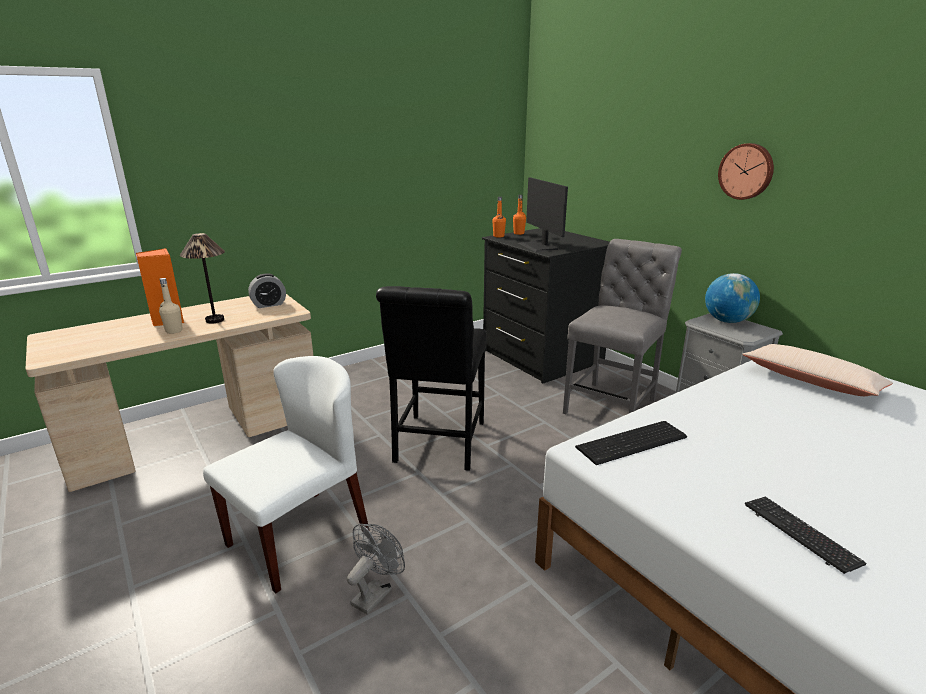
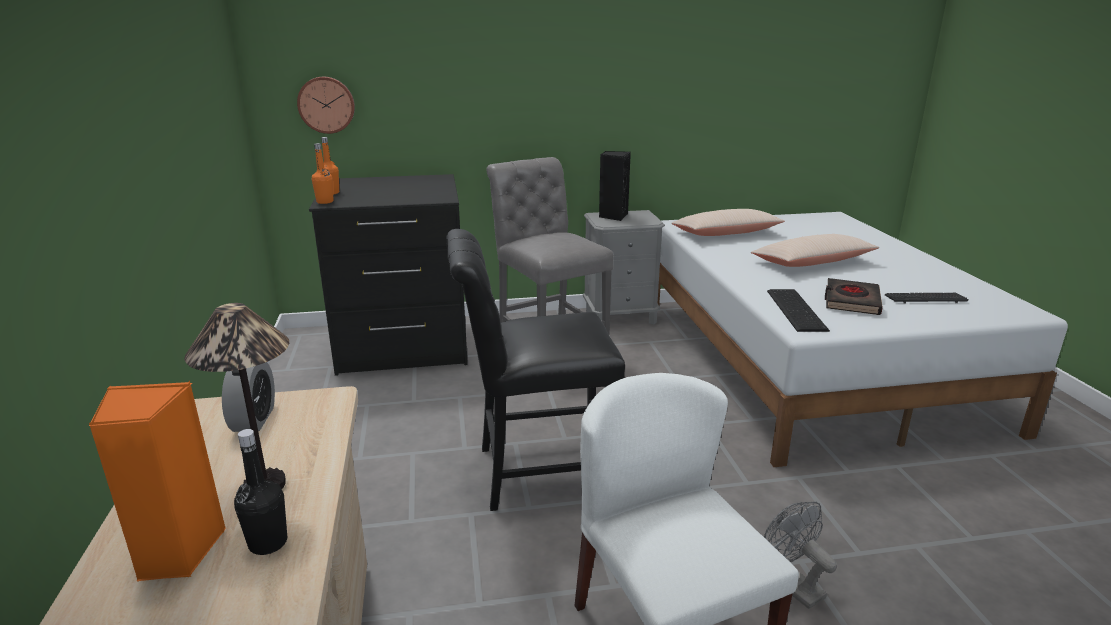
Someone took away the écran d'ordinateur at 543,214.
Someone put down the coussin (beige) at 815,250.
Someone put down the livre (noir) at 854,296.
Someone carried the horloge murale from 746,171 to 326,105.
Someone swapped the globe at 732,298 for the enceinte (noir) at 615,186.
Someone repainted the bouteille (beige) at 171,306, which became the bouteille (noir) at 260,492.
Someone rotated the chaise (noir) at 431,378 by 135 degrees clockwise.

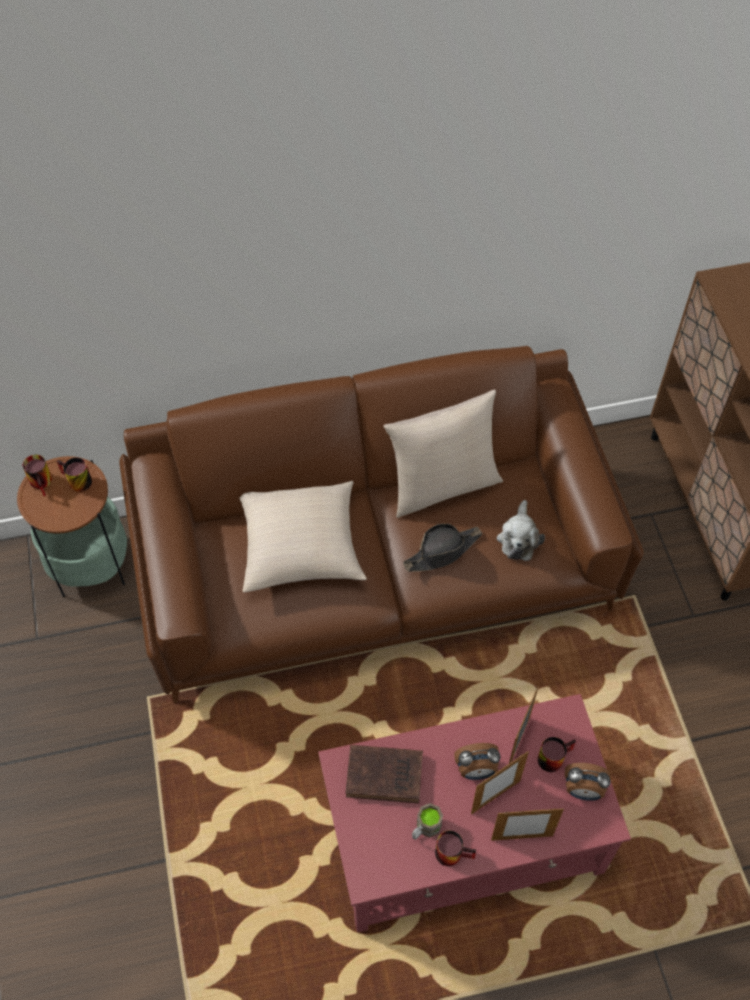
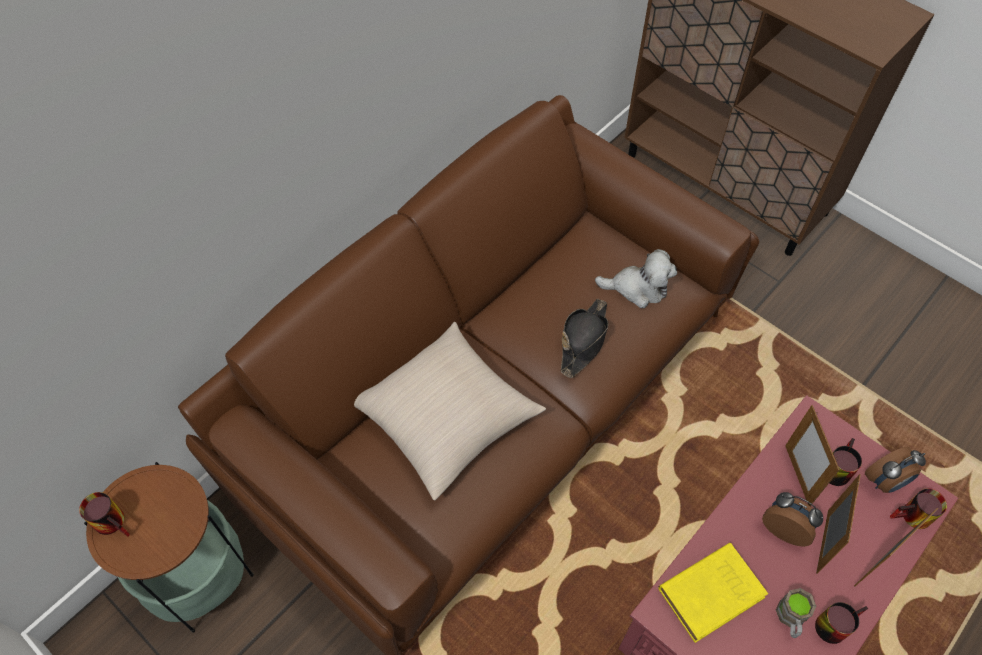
Someone took away the coussin (beige) at 443,454.
Someone carried the mug from 74,474 to 918,508.
Someone repainted the livre (marron) at 384,774, which became the livre (jaune) at 713,593.
Someone rotated the réveil at 477,761 by 105 degrees counterclockwise.
Someone rotated the peluche at 521,530 by 60 degrees counterclockwise.

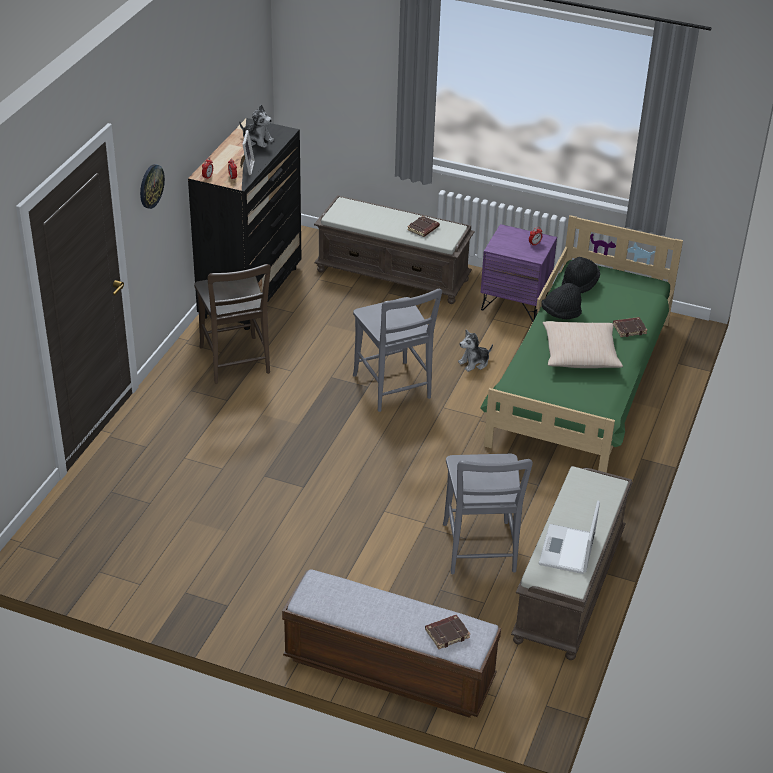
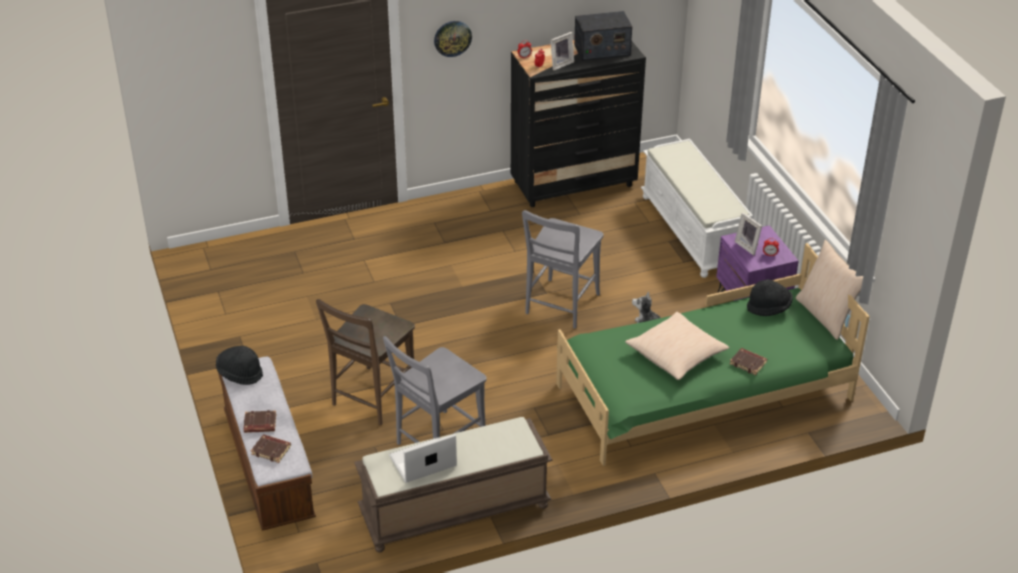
Someone put down the cadre photo at 748,234.
Someone put down the coussin (beige) at 829,290.
Someone carried the chaise (marron) from 232,323 to 365,362.
Someone carried the livre (marron) from 423,226 to 260,421.
Someone carried the chapeau (noir) from 561,301 to 239,365.
Someone swapped the peluche at 256,126 for the radio at 603,36.
Someone repainted the banc (marron) at 394,249, which became the banc (blanc) at 697,208.

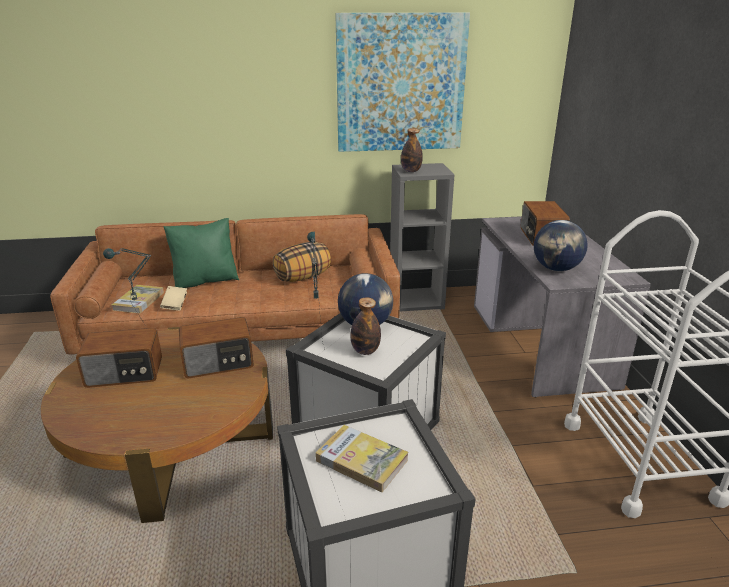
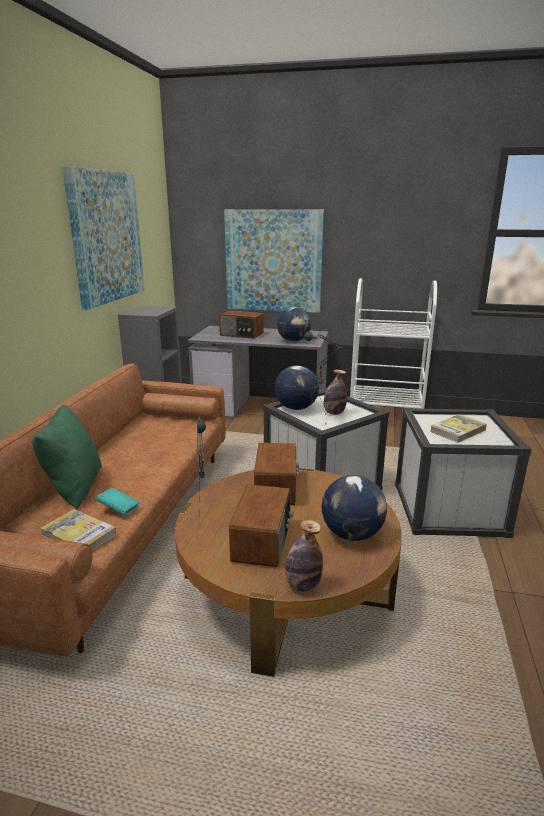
Someone took away the coussin at 302,262.
Someone put up the tableau at 274,261.
Someone put down the globe at 354,508.
Someone carried the bouteille from 412,150 to 304,556.
Someone repainted the livre (beige) at 173,298, which became the livre (turquoise) at 117,501.

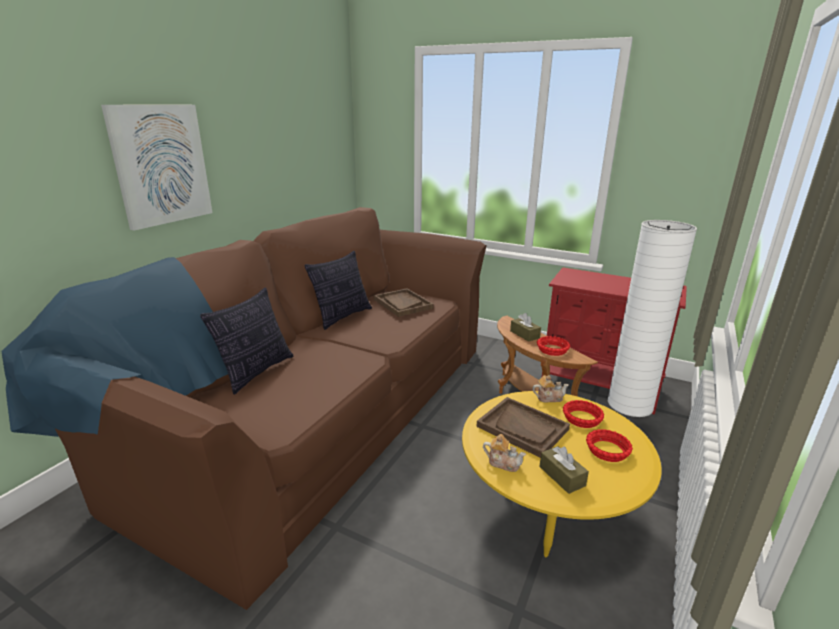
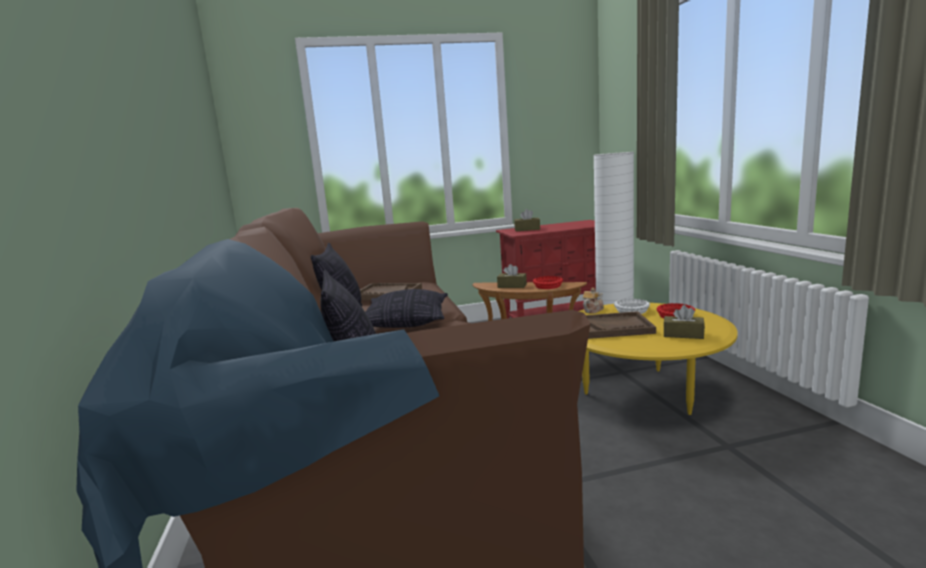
Someone took away the tableau at 157,168.
Someone took away the théière at 504,453.
Someone put down the coussin at 406,308.
Someone put down the boîte à mouchoirs (marron) at 527,220.
Someone repainted the bol (rouge) at 583,414, which became the bol (blanc) at 632,306.

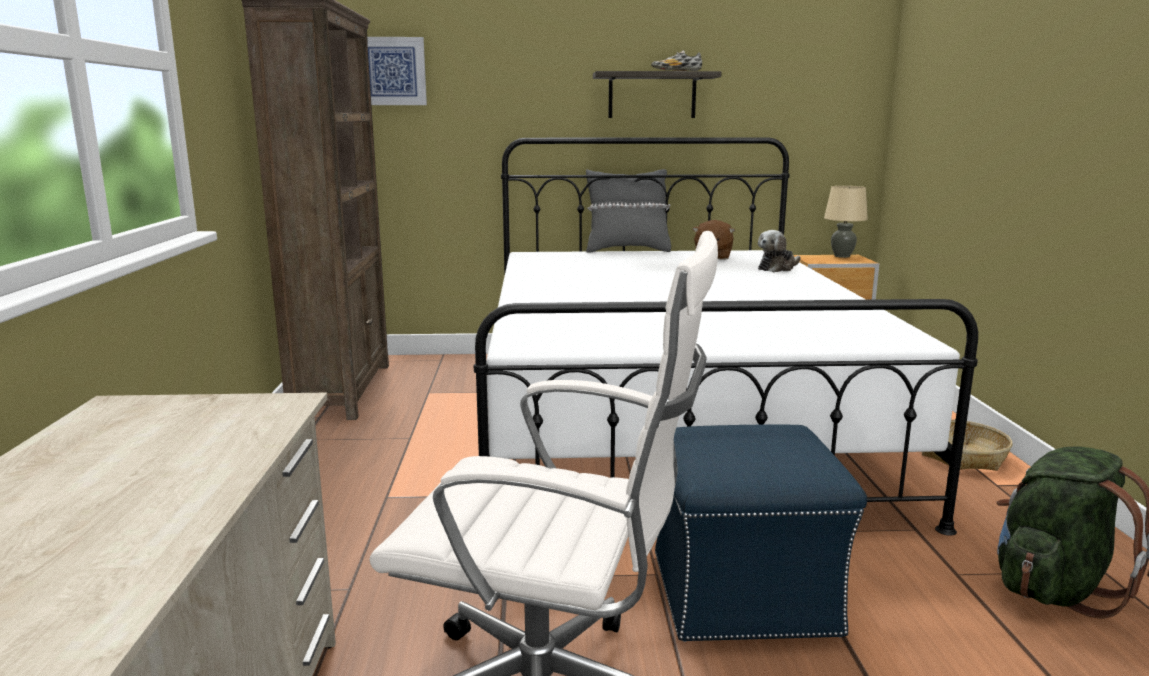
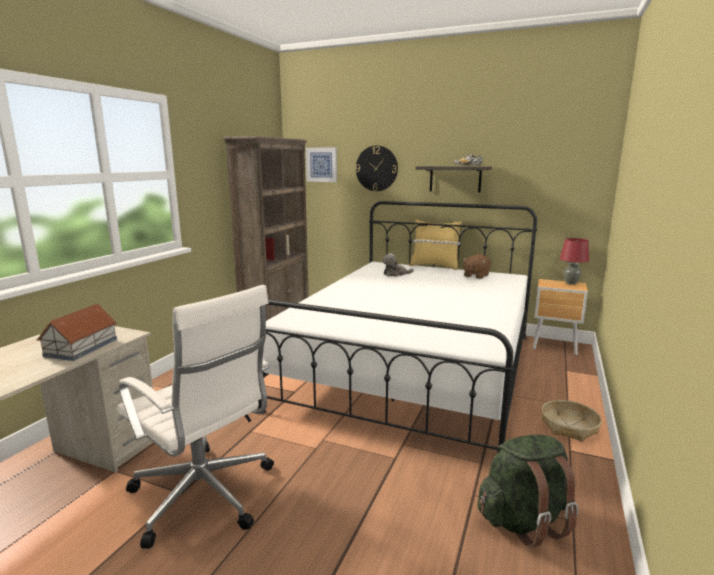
Someone took away the pouf (bleu) at 761,533.
Someone put down the maison miniature at 76,332.
Someone put up the horloge murale at 376,168.
Someone carried the peluche from 779,251 to 398,265.
Someone repainted the coussin (gris) at 628,210, which became the coussin (jaune) at 435,244.
Someone repainted the lampe de table (beige) at 846,222, which became the lampe de table (rouge) at 574,261.

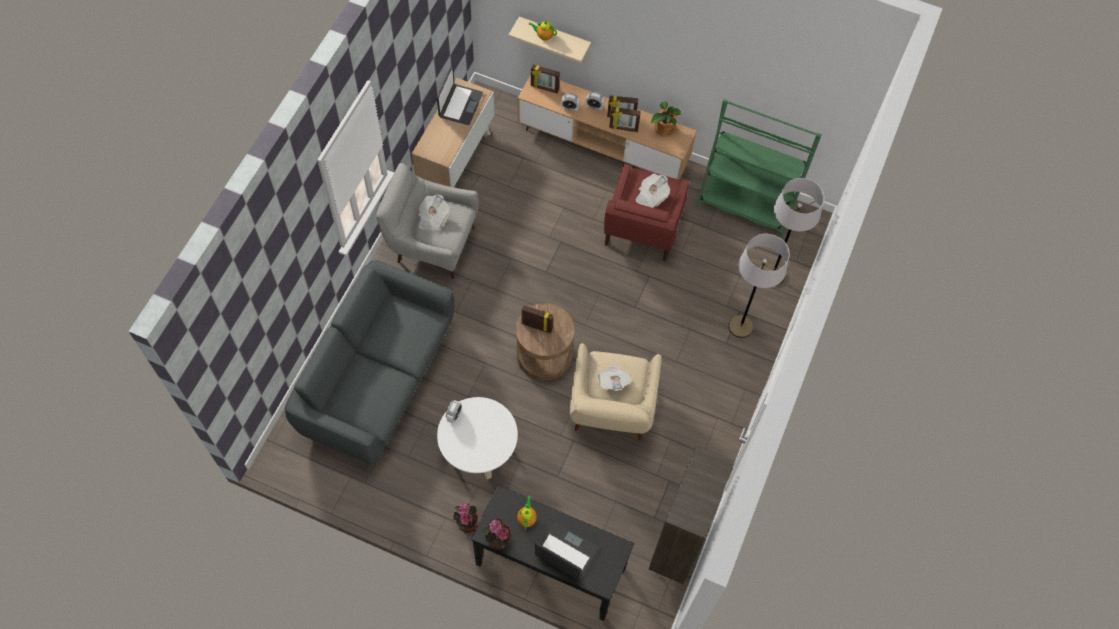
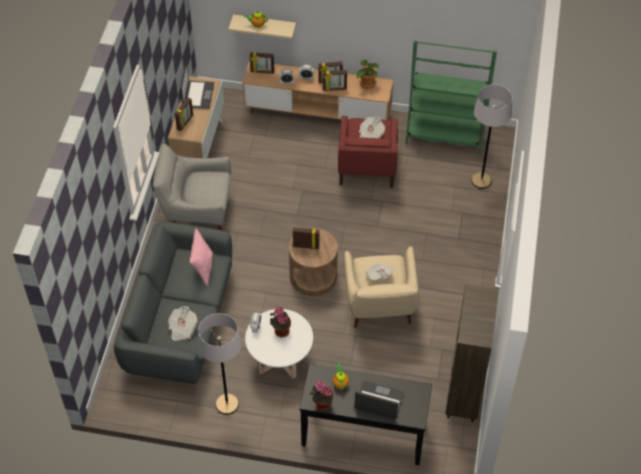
Someone put down the cadre photo at 184,114.
Someone put down the coussin (rose) at 201,257.
Someone carried the journal from 434,213 to 182,323.
Someone carried the plante en pot from 465,518 to 280,322.
Someone carried the lampadaire (gris) from 759,286 to 220,364.

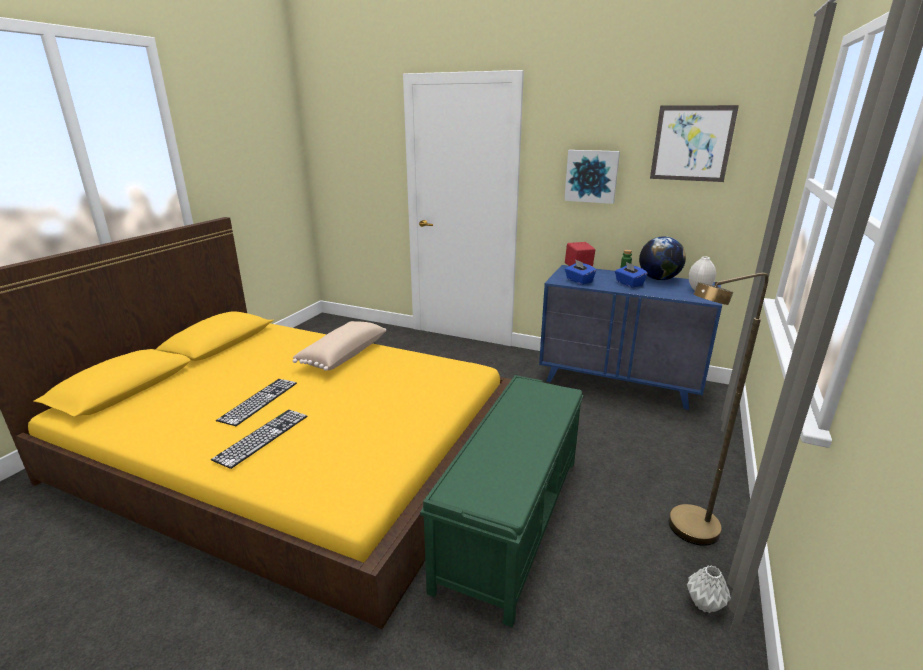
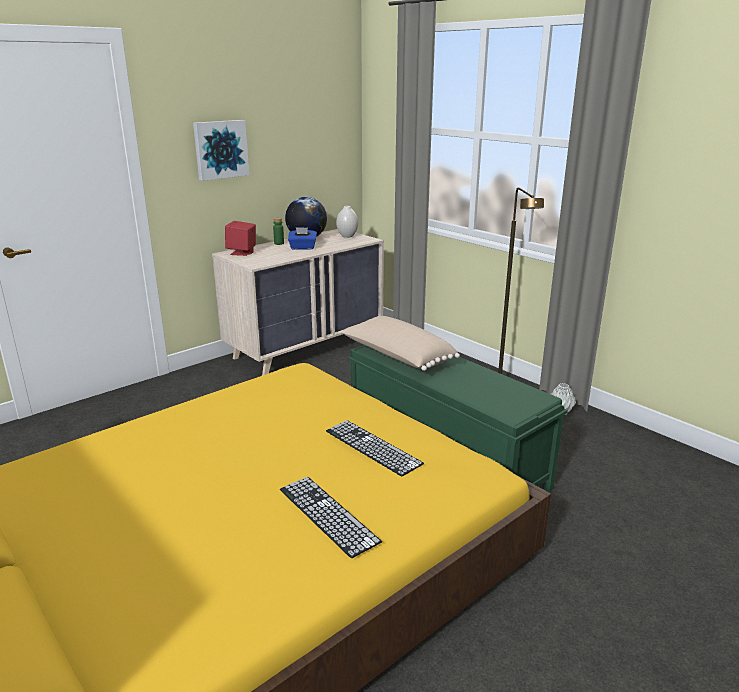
Someone took away the boîte à mouchoirs (bleu) at 580,272.
Someone took away the tableau at 694,143.
Someone carried the clavier from 256,402 to 375,448.
Someone carried the coussin (beige) from 339,346 to 400,343.
Someone repainted the commode (bleu) at 630,337, which became the commode (beige) at 298,302.

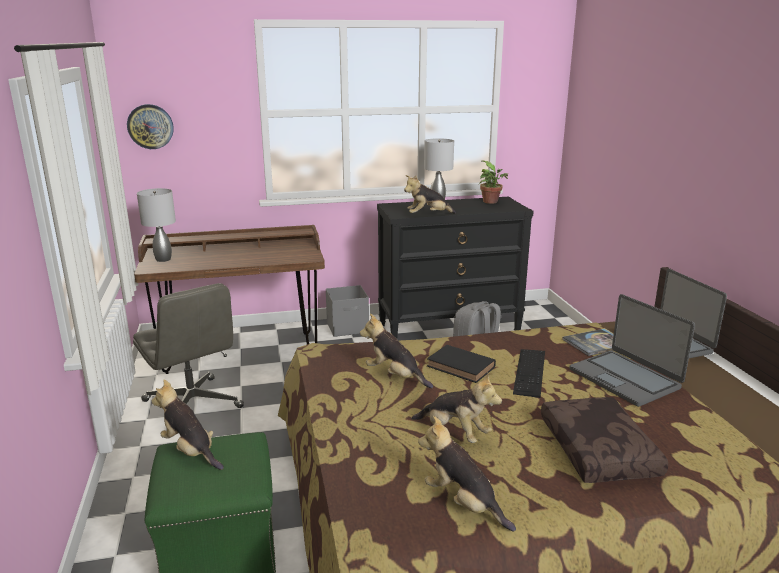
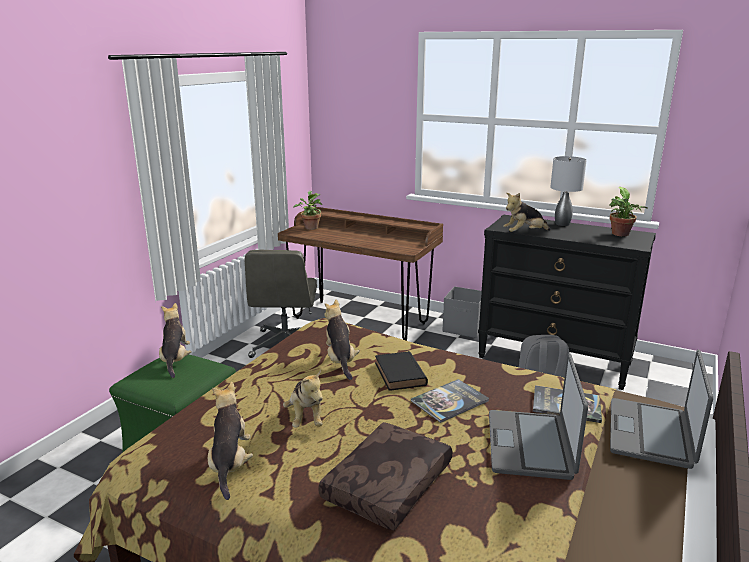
Someone took away the horloge murale at 150,126.
Someone swapped the lampe de table (gris) at 156,225 for the plante en pot at 307,210.
Someone swapped the clavier at 529,373 for the livre at 450,401.
Someone rotated the peluche at 430,194 by 45 degrees counterclockwise.

